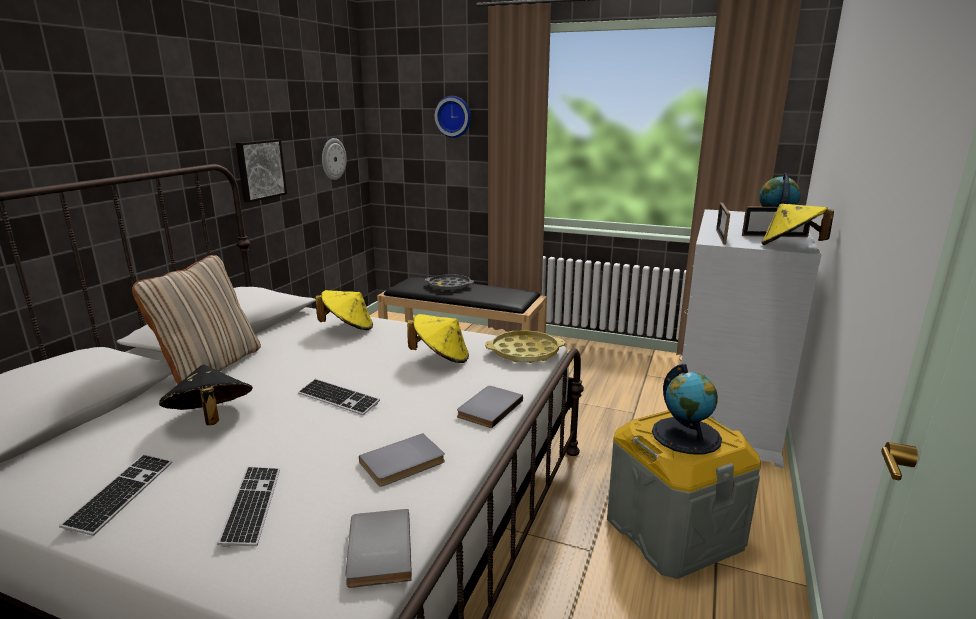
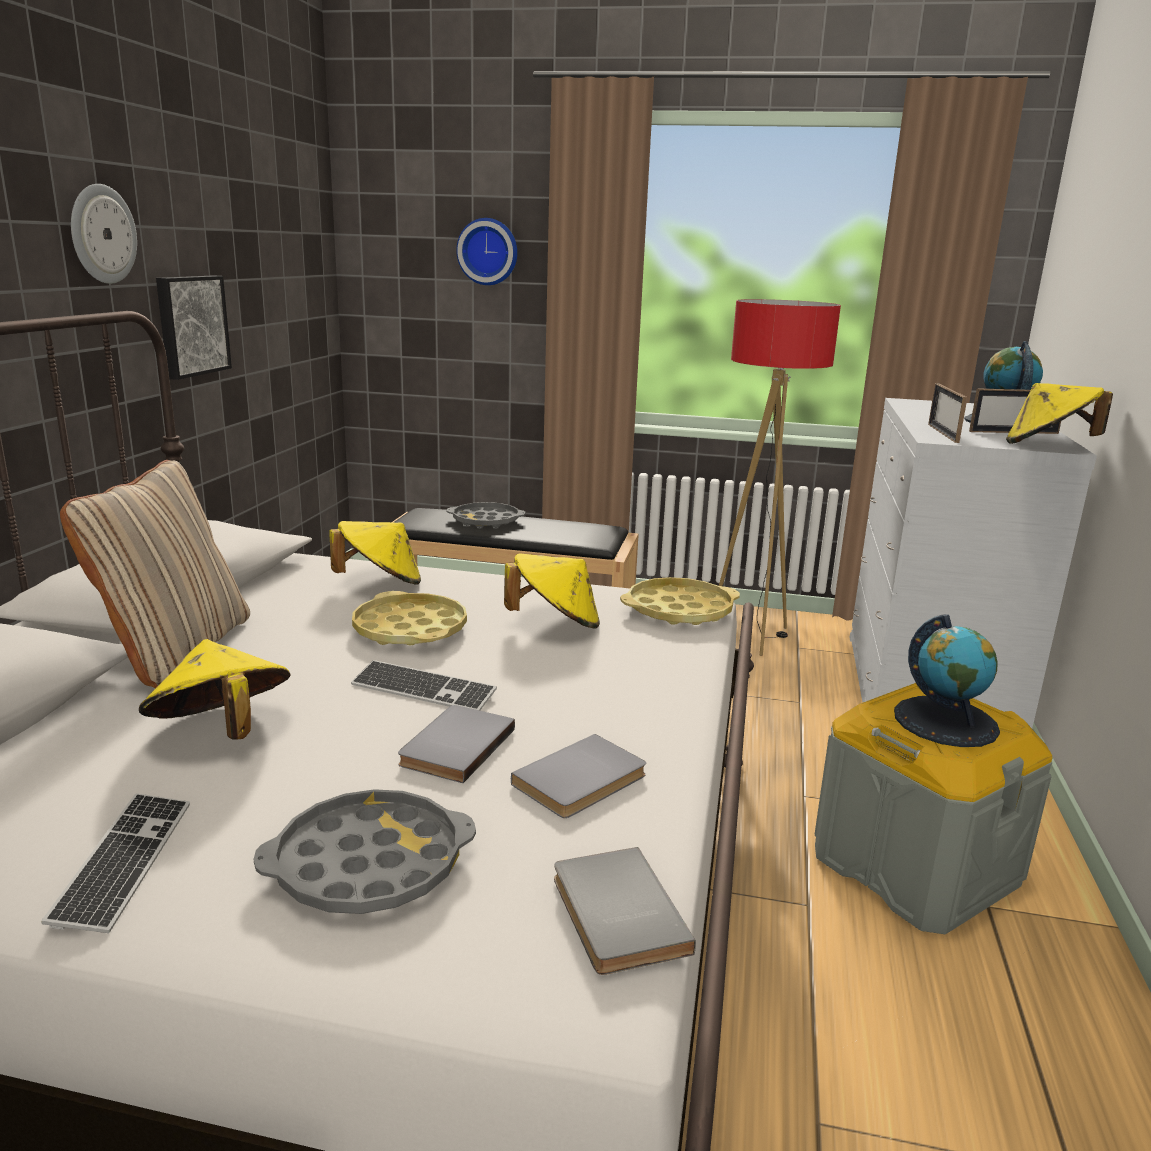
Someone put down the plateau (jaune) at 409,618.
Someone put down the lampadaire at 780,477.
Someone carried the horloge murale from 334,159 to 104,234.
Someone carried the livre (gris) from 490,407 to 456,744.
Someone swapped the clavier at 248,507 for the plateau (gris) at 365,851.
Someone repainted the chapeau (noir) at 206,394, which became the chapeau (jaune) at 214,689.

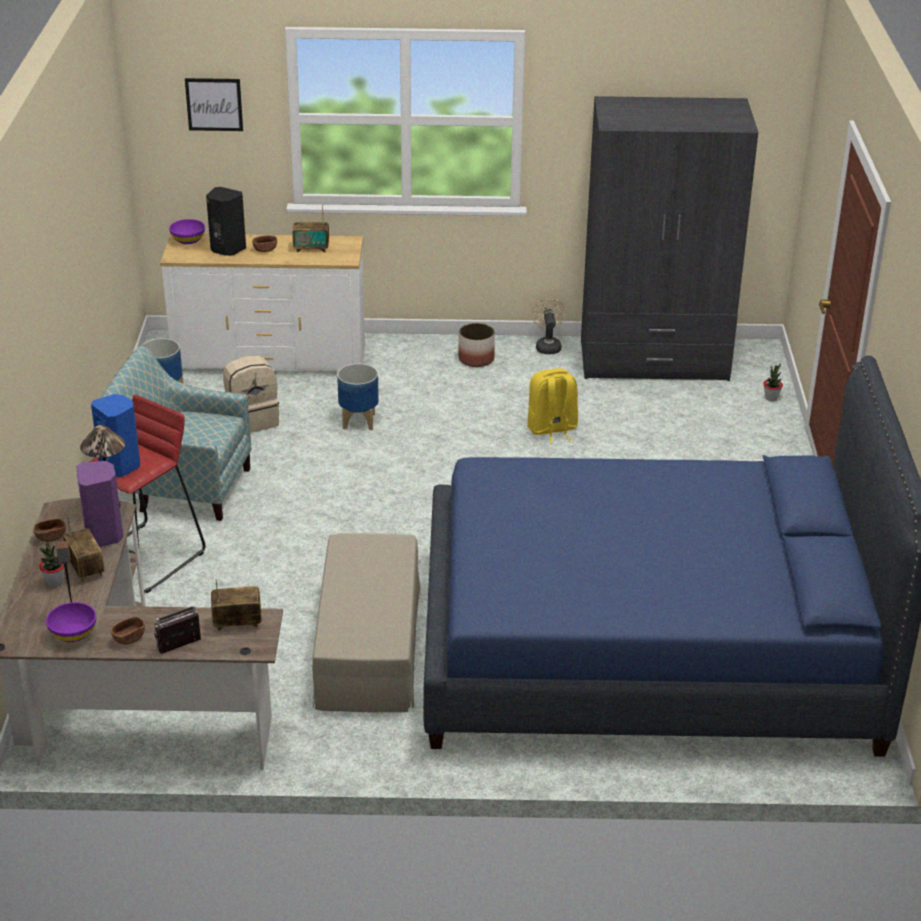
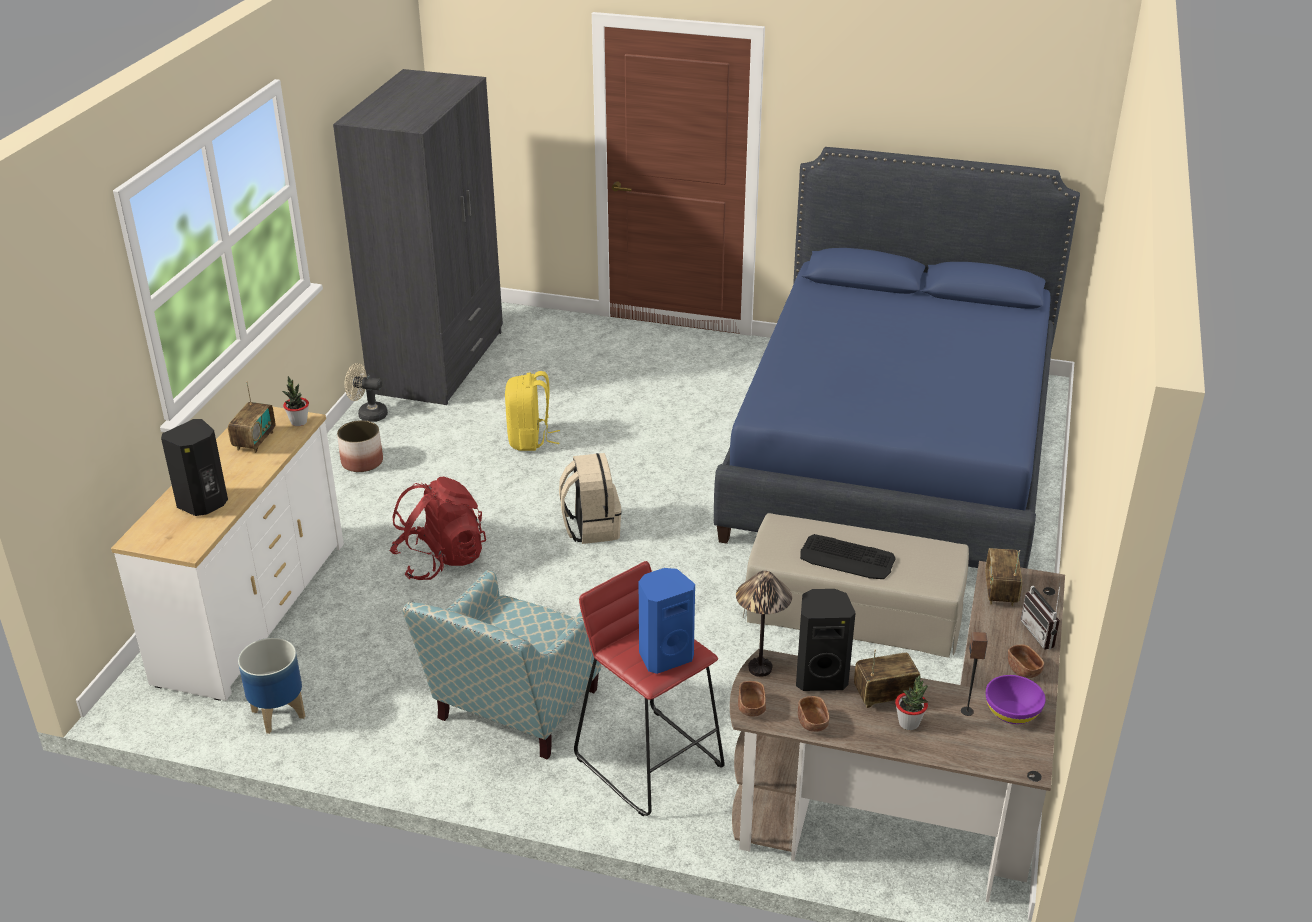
Someone took away the bol (violet) at 187,231.
Someone took away the tableau at 214,104.
Someone put down the clavier at 847,556.
Someone carried the sac à dos (beige) from 251,394 to 590,498.
Someone carried the bol (marron) from 264,243 to 752,699.
Someone carried the plante en pot from 773,382 to 295,401.
Someone swapped the cache-pot at 358,396 for the sac à dos (rouge) at 438,528.
Someone repainted the enceinte (violet) at 100,504, which became the enceinte (noir) at 826,640.

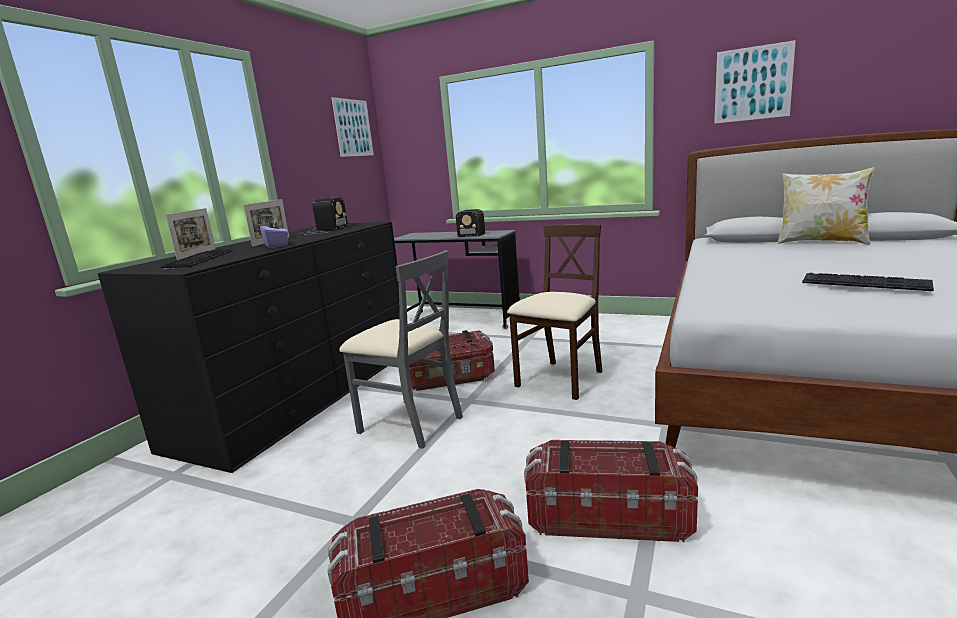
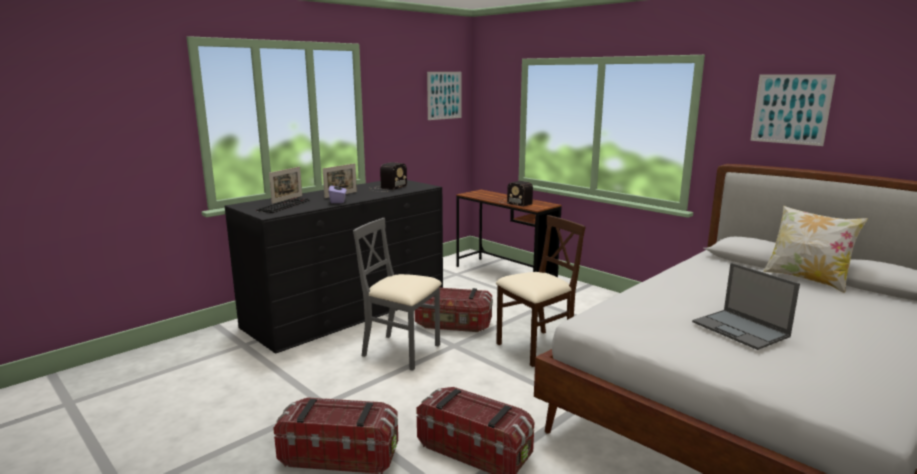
Someone swapped the clavier at 868,282 for the ordinateur portable at 746,306.
Someone repainted the bureau (gris) at 457,279, which became the bureau (marron) at 509,233.
Someone rotated the chaise (gris) at 401,349 by 150 degrees clockwise.

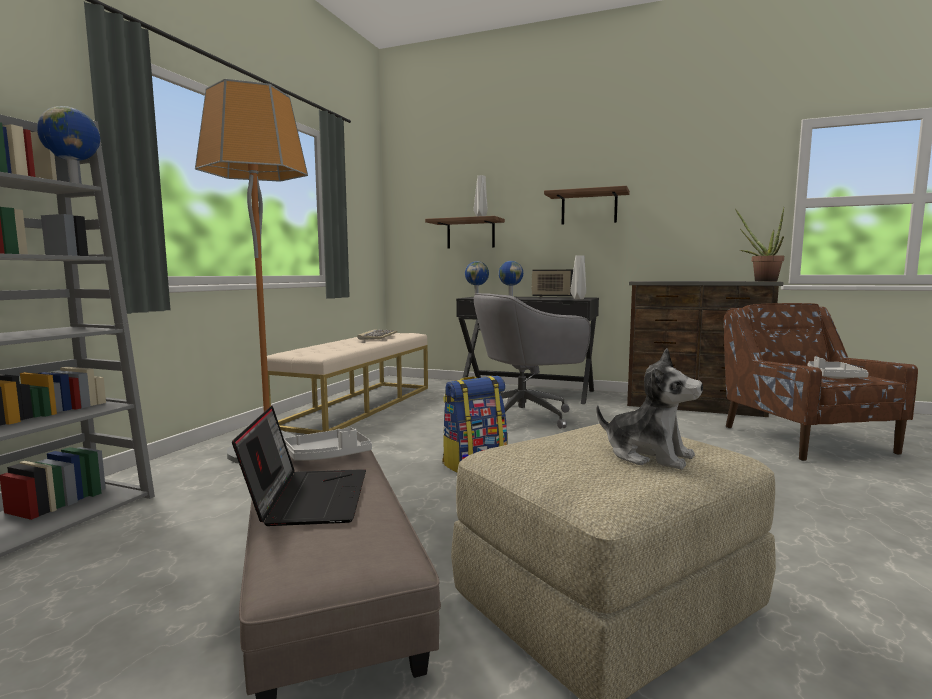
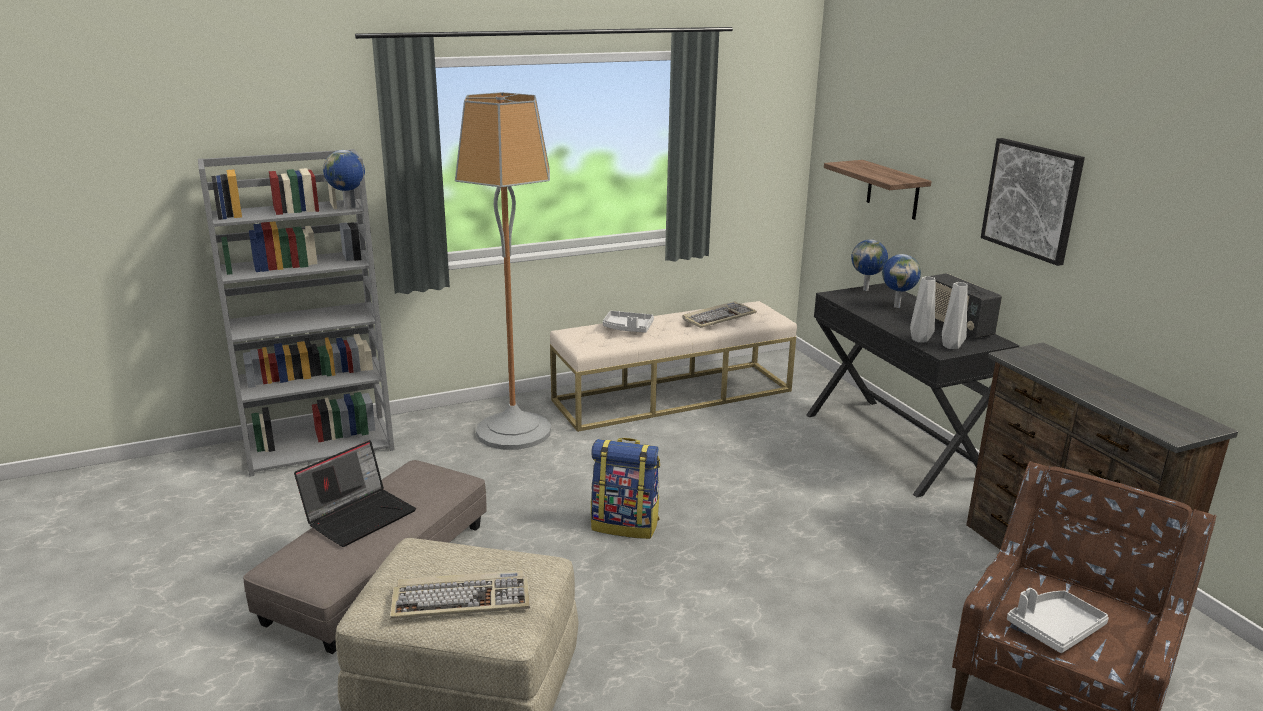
Someone took away the chaise de bureau (gris) at 532,361.
Someone took away the plante en pot at 759,244.
Someone carried the plateau (gris) from 328,444 to 628,322.
Someone carried the vase (gris) from 480,195 to 922,309.
Someone swapped the étagère at 587,205 for the tableau at 1033,202.
Someone swapped the peluche at 649,409 for the clavier at 460,594.

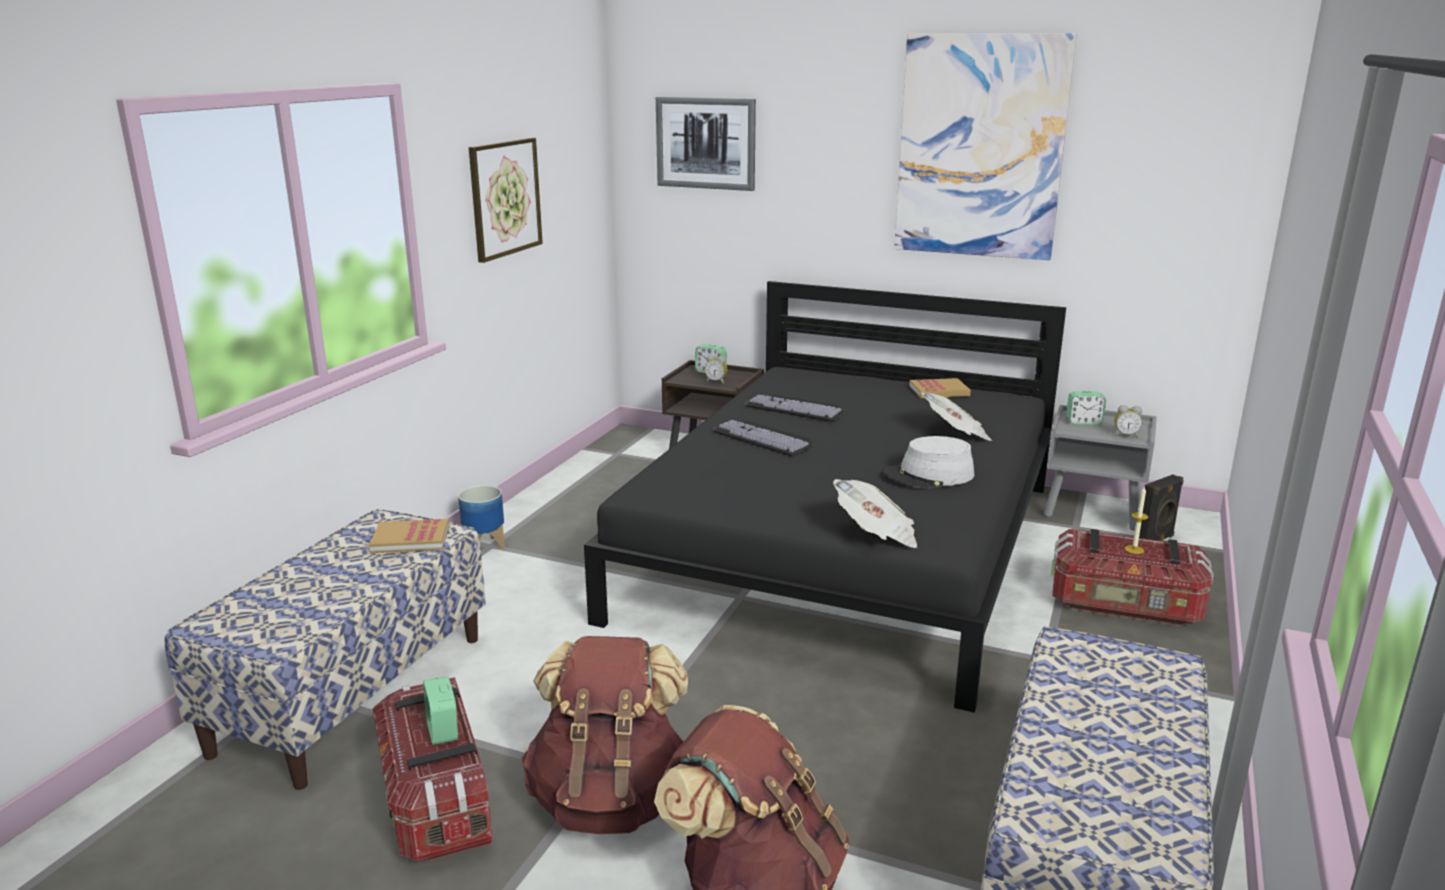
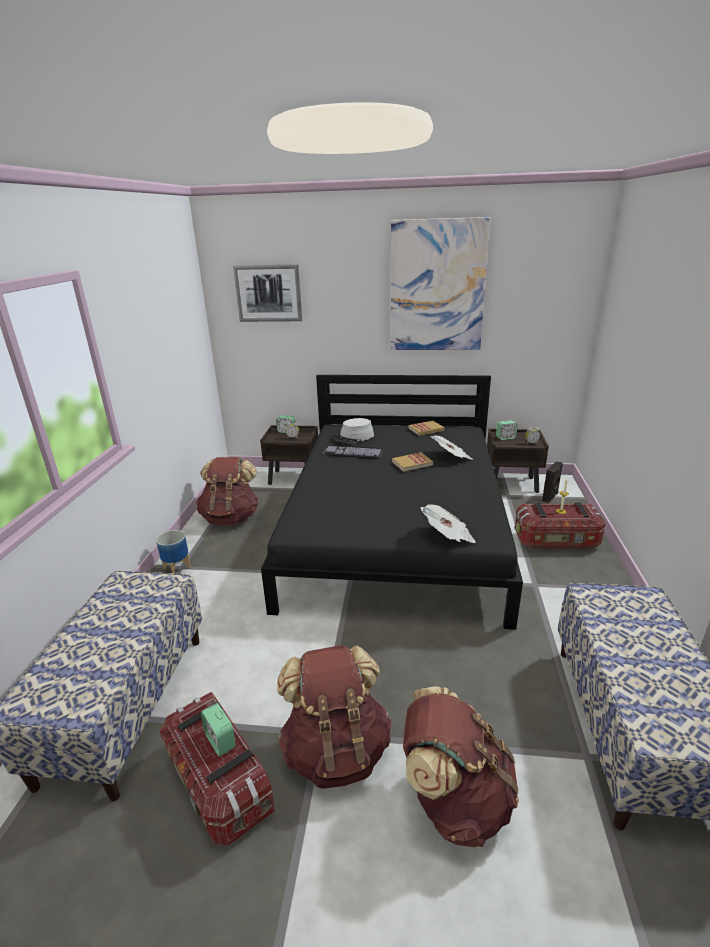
Someone took away the tableau at 506,200.
Someone took away the clavier at 762,438.
Someone put down the sac à dos (marron) at 227,491.
Someone carried the livre from 409,536 to 412,462.
Someone carried the chapeau (gris) from 929,462 to 353,431.
Someone repainted the table de chevet (gris) at 1100,468, which became the table de chevet (marron) at 518,461.

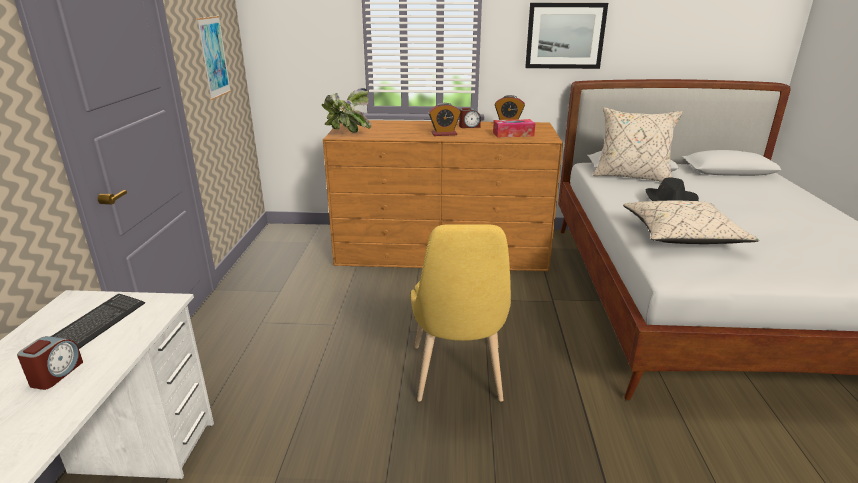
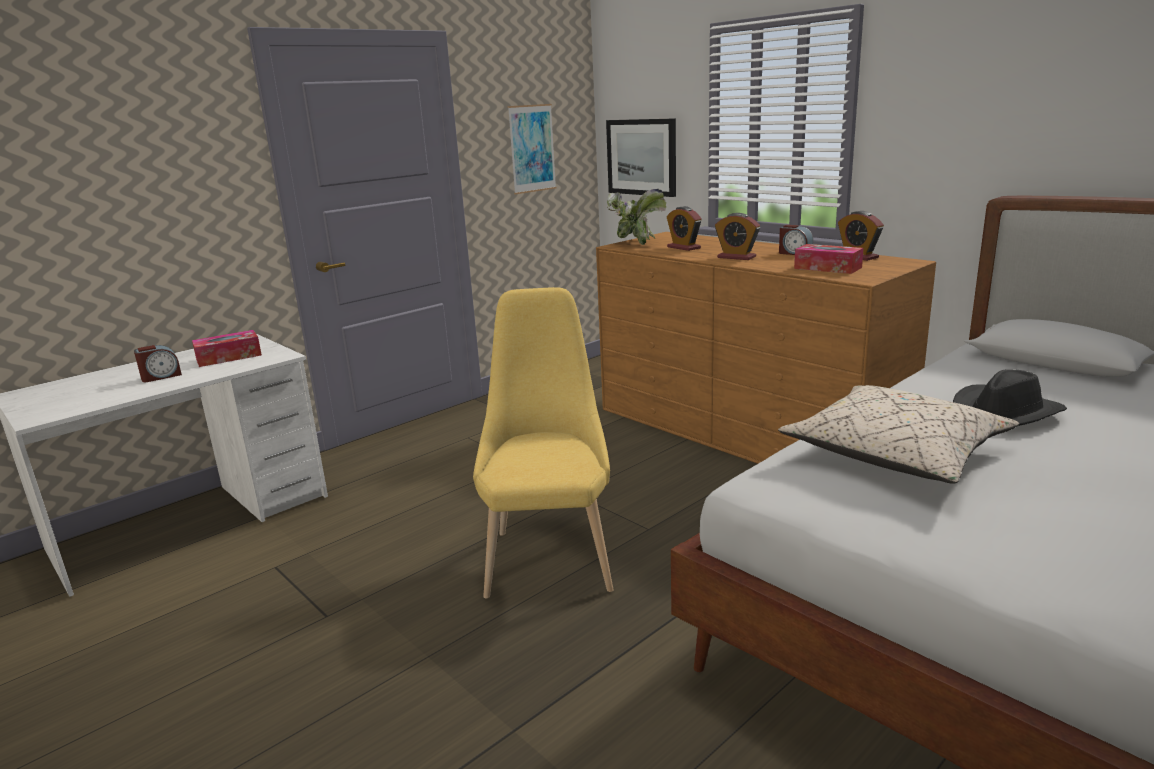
Someone took away the coussin (beige) at 637,144.
Someone put down the réveil at 684,228.
Someone carried the tableau from 566,36 to 641,157.
Someone swapped the clavier at 98,321 for the boîte à mouchoirs at 227,348.
Someone rotated the chaise (jaune) at 461,313 by 135 degrees clockwise.

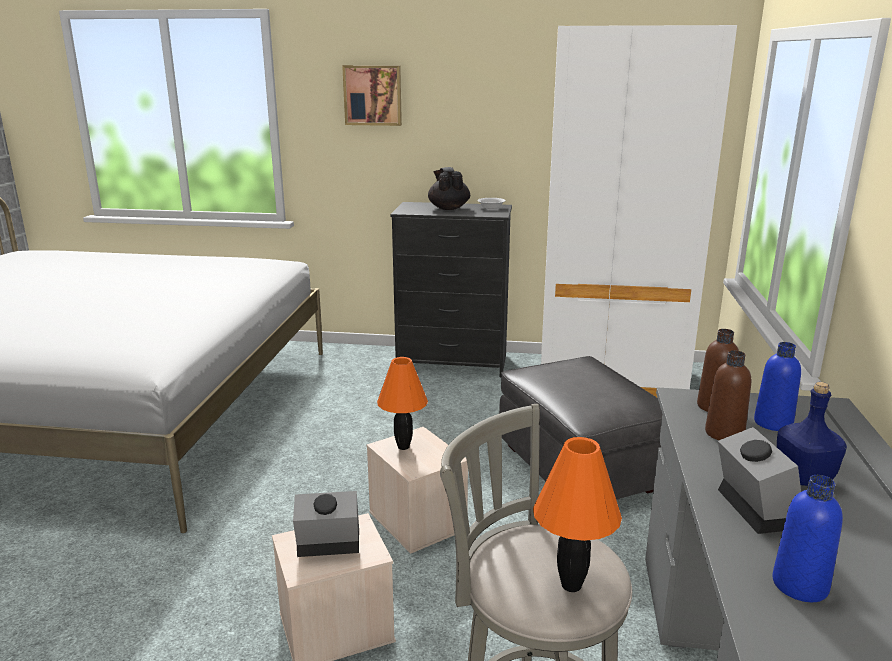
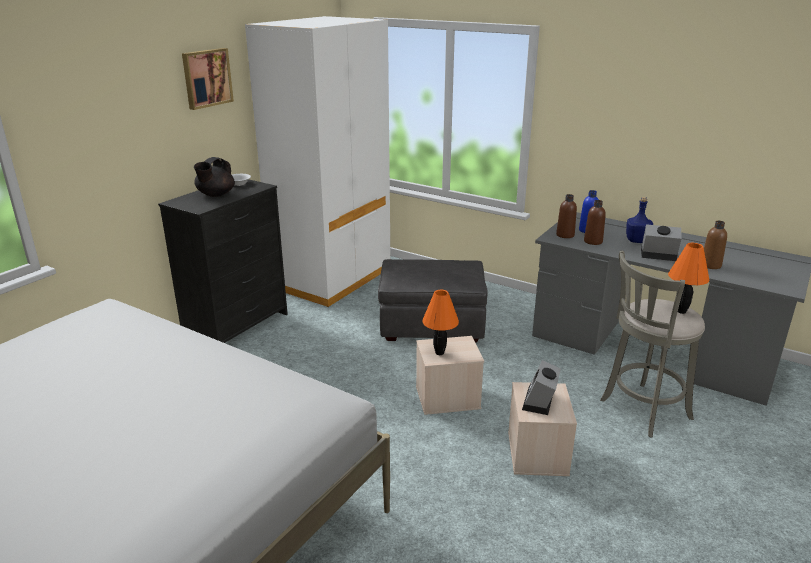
Someone carried the tableau from 372,95 to 208,79.
Someone repainted the bouteille (bleu) at 807,538, which became the bouteille (marron) at 715,245.
Someone rotated the théière (noir) at 449,188 by 75 degrees counterclockwise.

